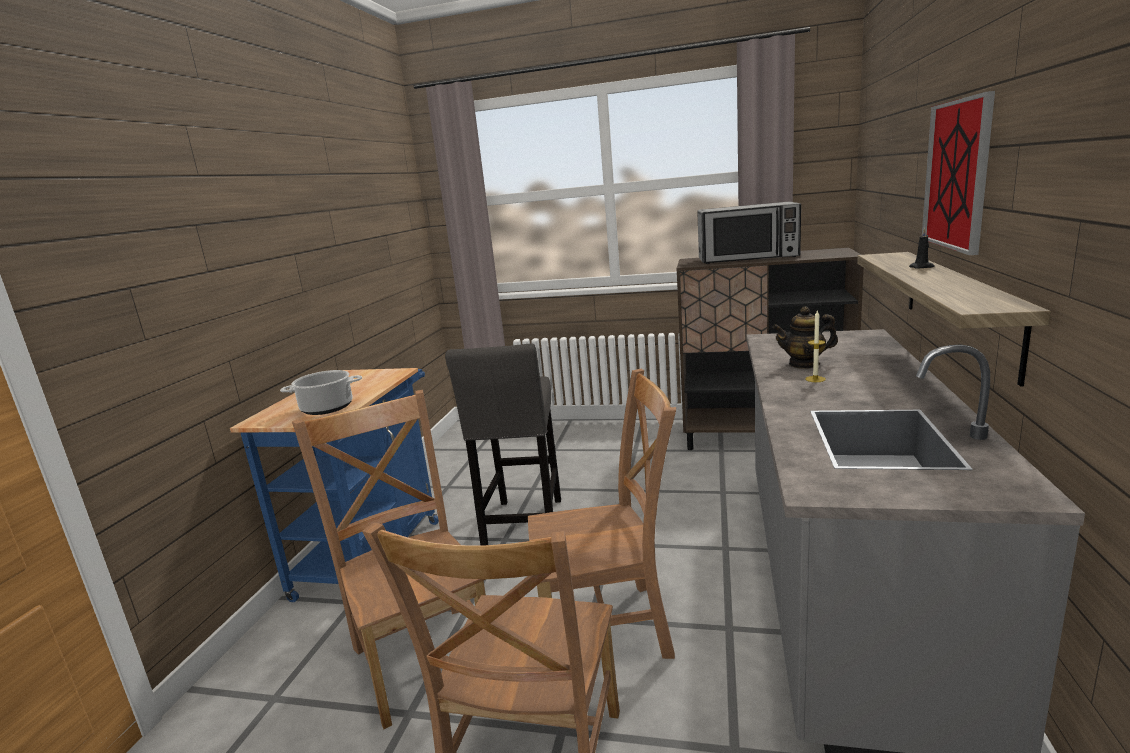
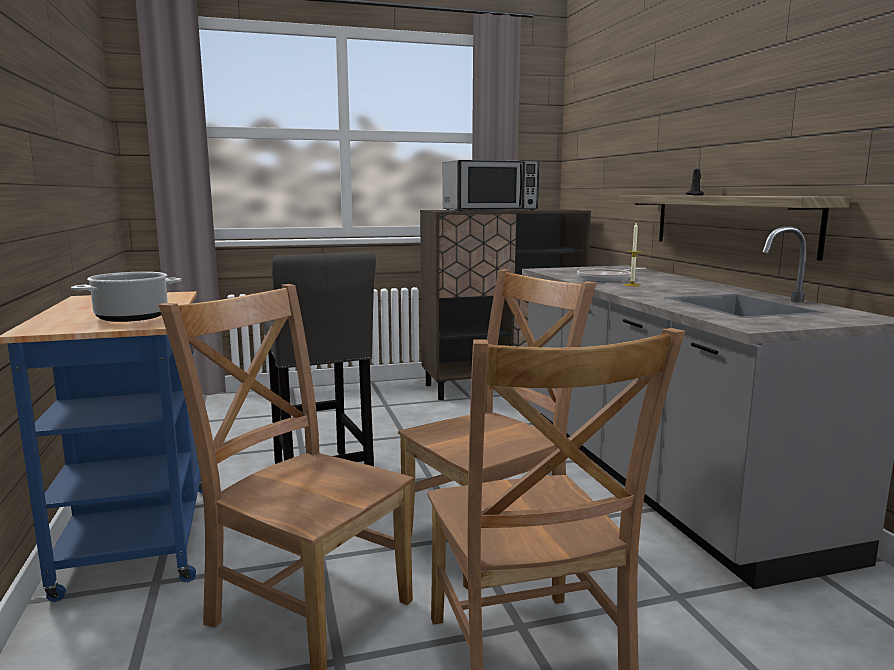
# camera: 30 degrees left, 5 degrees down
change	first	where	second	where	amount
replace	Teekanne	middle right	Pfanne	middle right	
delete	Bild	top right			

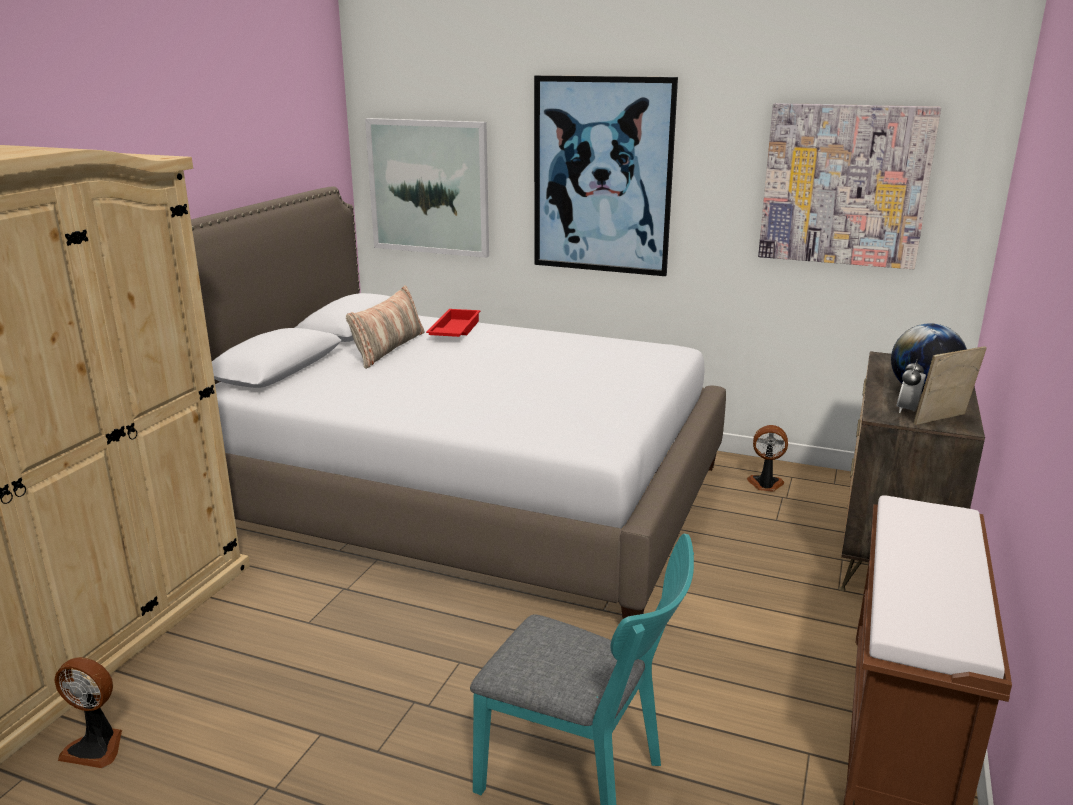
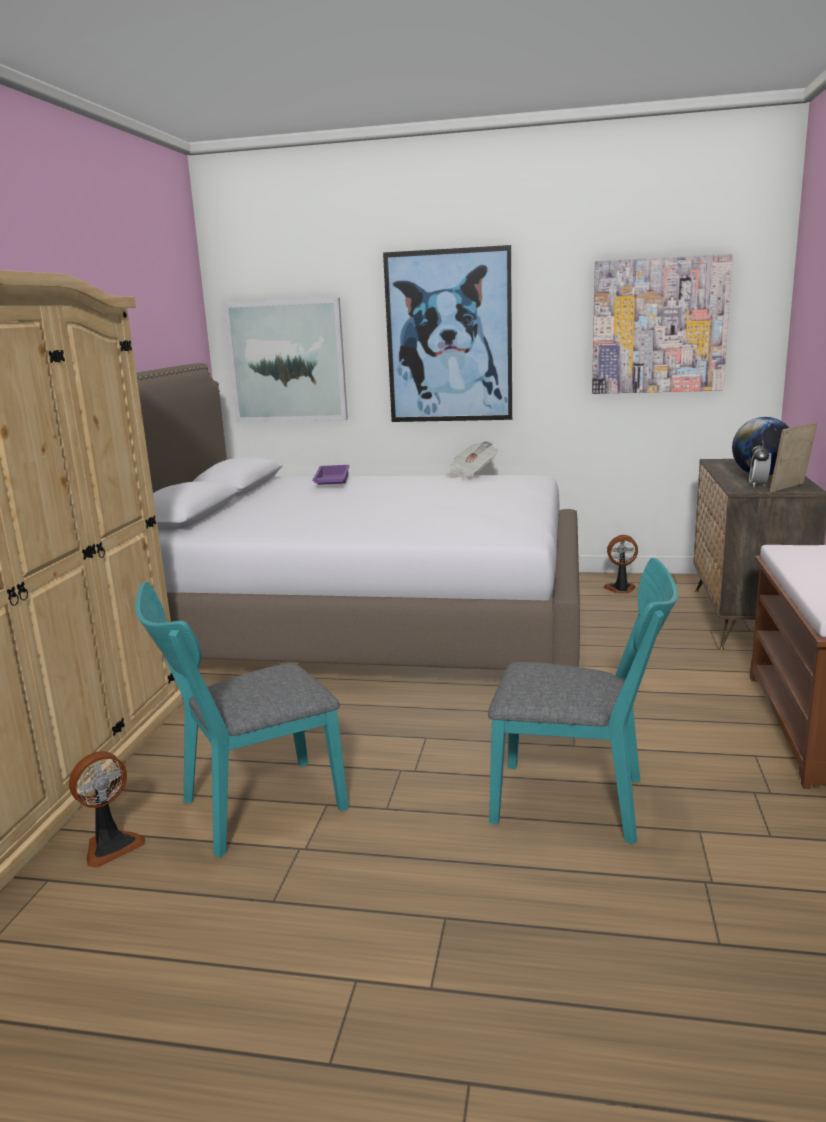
# camera: 10 degrees left, 5 degrees down
change	first	where	second	where	amount
rotate	Ventilator (1st from left)	bottom left		bottom left	45 degrees counterclockwise
insert			Stuhl (türkis) (1st from left)	middle left	
recolor	Tablett (rot)	centre	Tablett (lila)	centre	
insert			Zeitung	centre	
delete	Kissen	centre			

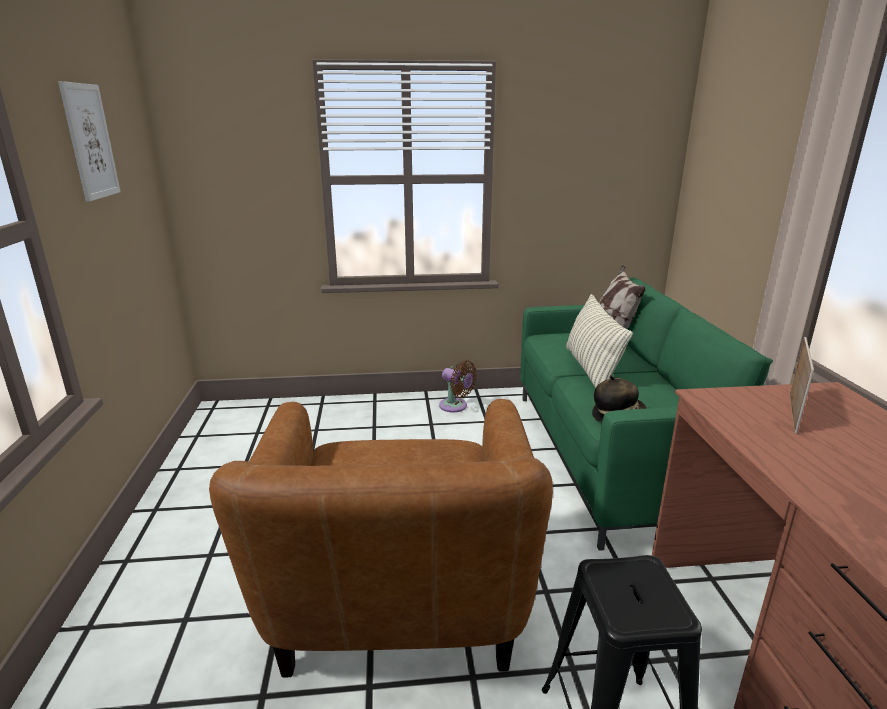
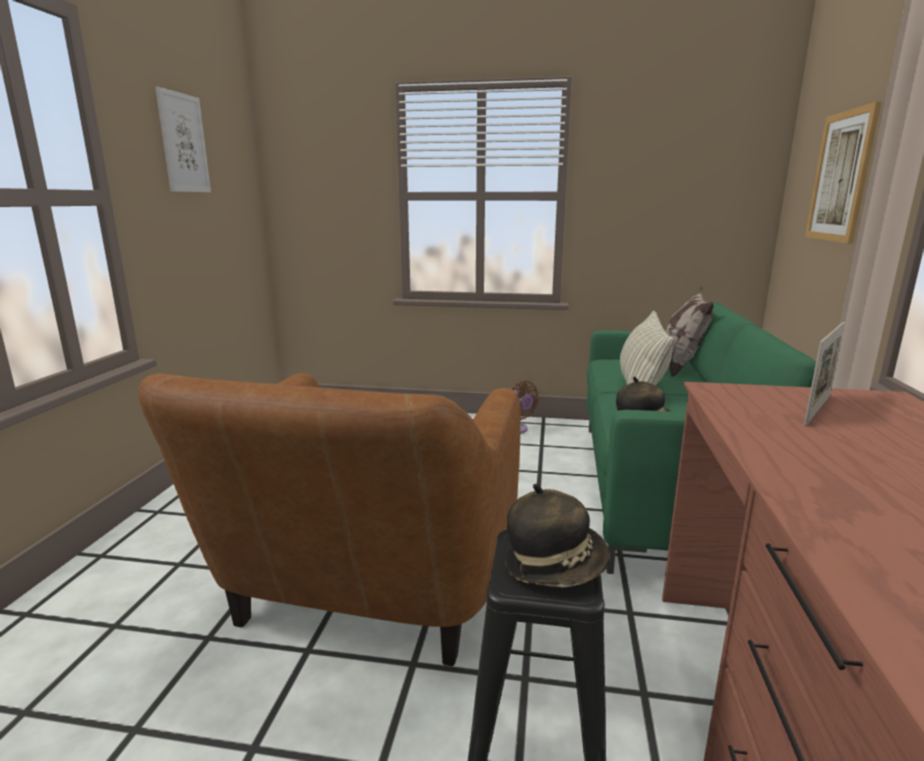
# camera: 15 degrees right, 5 degrees down
change	first	where	second	where	amount
insert			Hut (1st from left)	bottom centre	
insert			Bild (2nd from left)	top right	

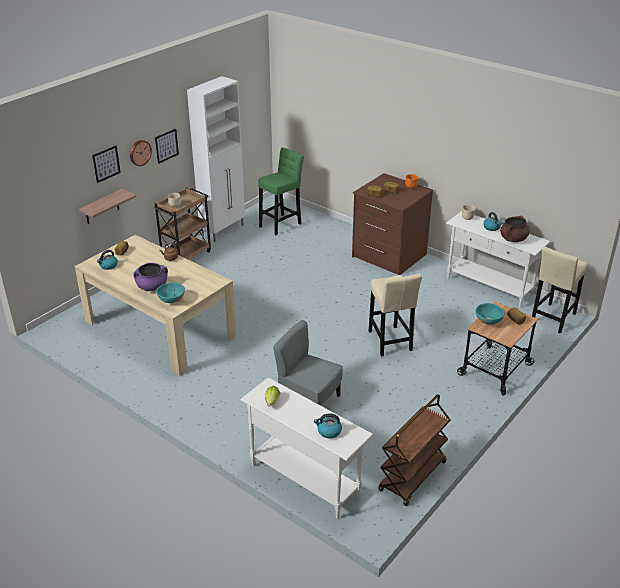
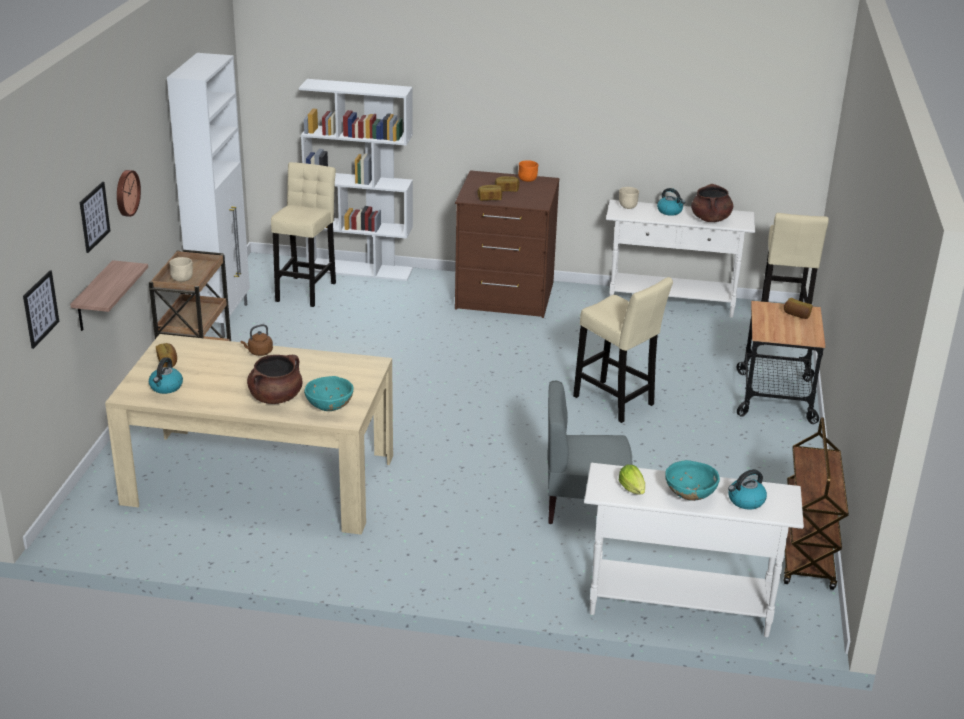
# camera: 30 degrees left, 5 degrees down
change	first	where	second	where	amount
move	Bild (2nd from left in the first image)	top left	Bild (1st from left)	middle left	
recolor	Kochtopf (lila)	middle left	Kochtopf (braun) (1st from left)	middle left	
recolor	Hocker (grün)	top centre	Hocker (beige) (1st from left)	top left	
insert			Bücherregal (weiß)	top centre	
move	Schüssel (türkis) (2nd from left)	middle right		bottom right	

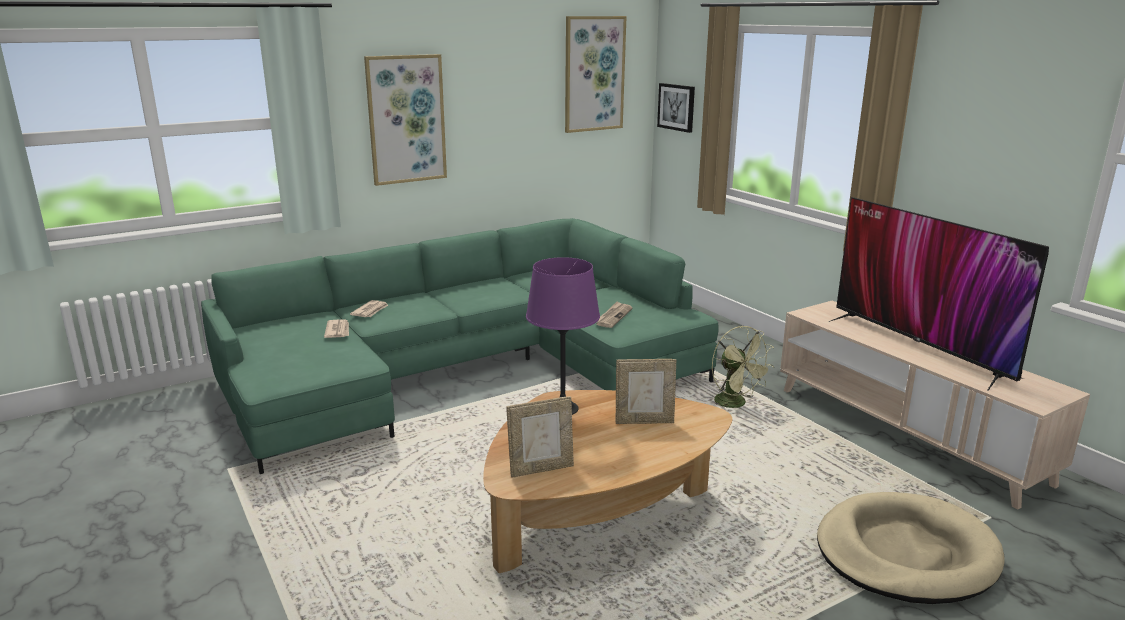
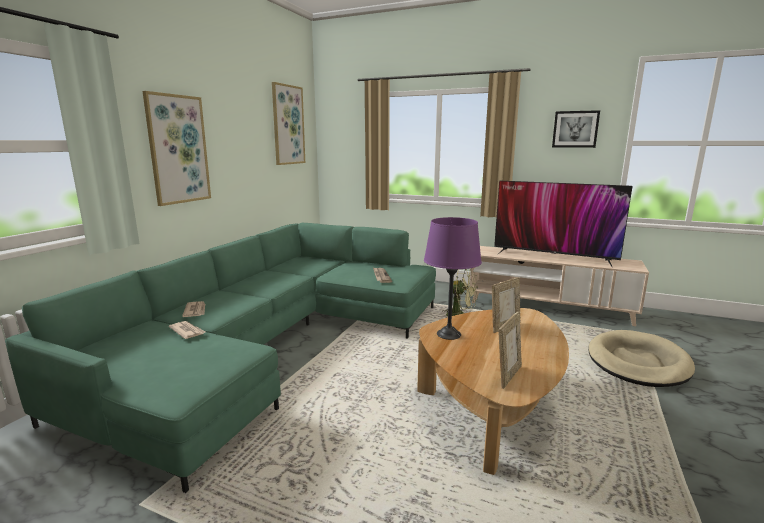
# camera: 35 degrees left, 5 degrees down
change	first	where	second	where	amount
move	Bild (3rd from left)	top centre		top right	

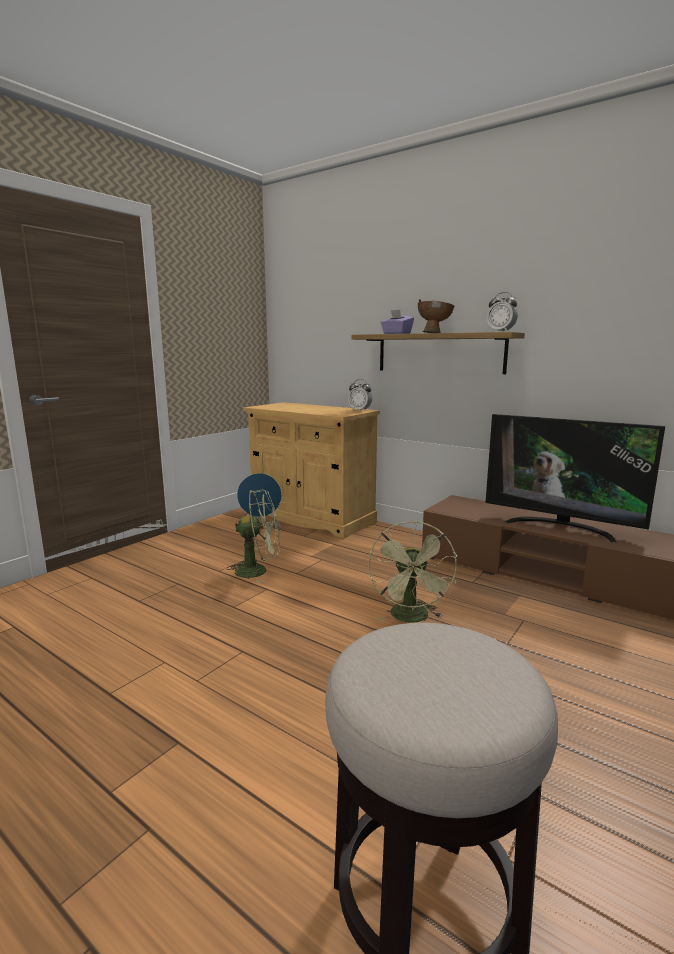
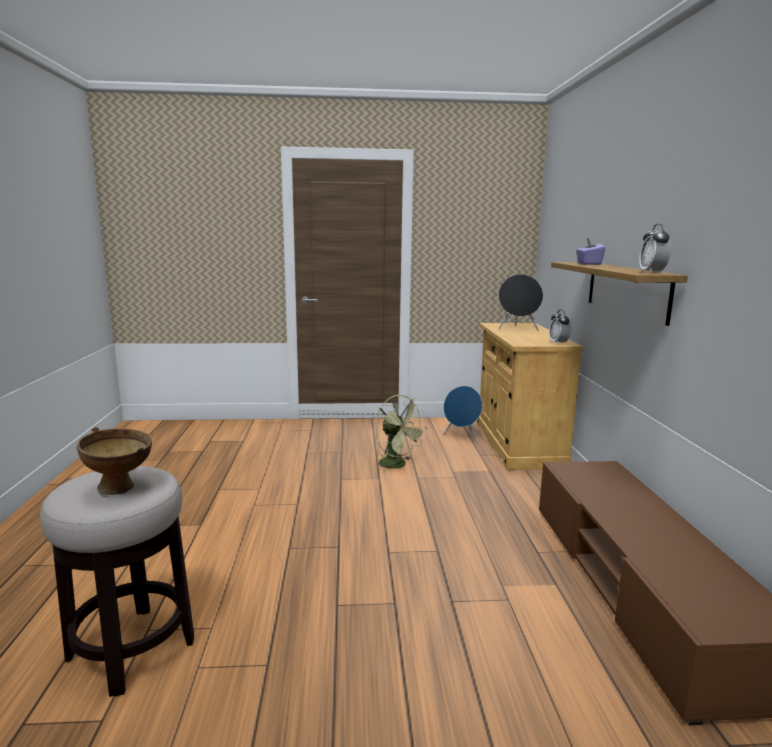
# camera: 50 degrees right, 0 degrees up
change	first	where	second	where	amount
move	Schüssel (braun)	top centre		middle left	
insert			Lautsprecher (schwarz)	middle right	
delete	Ventilator (grün) (2nd from left)	centre			
delete	Fernseher	middle right			

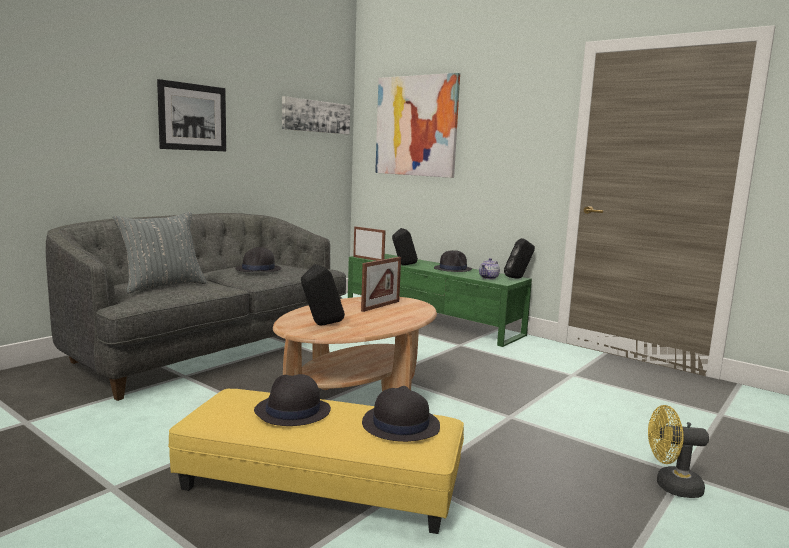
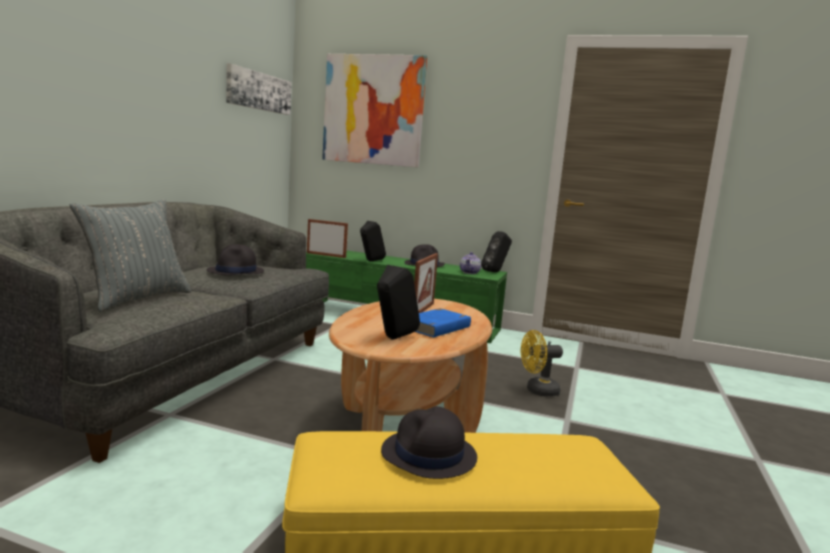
# camera: 20 degrees left, 0 degrees up
change	first	where	second	where	amount
insert			Buch (blau)	centre	
move	Ventilator (gelb)	bottom right		centre	
delete	Bild (1st from left)	top left			
delete	Hut (schwarz) (3rd from left)	bottom centre			

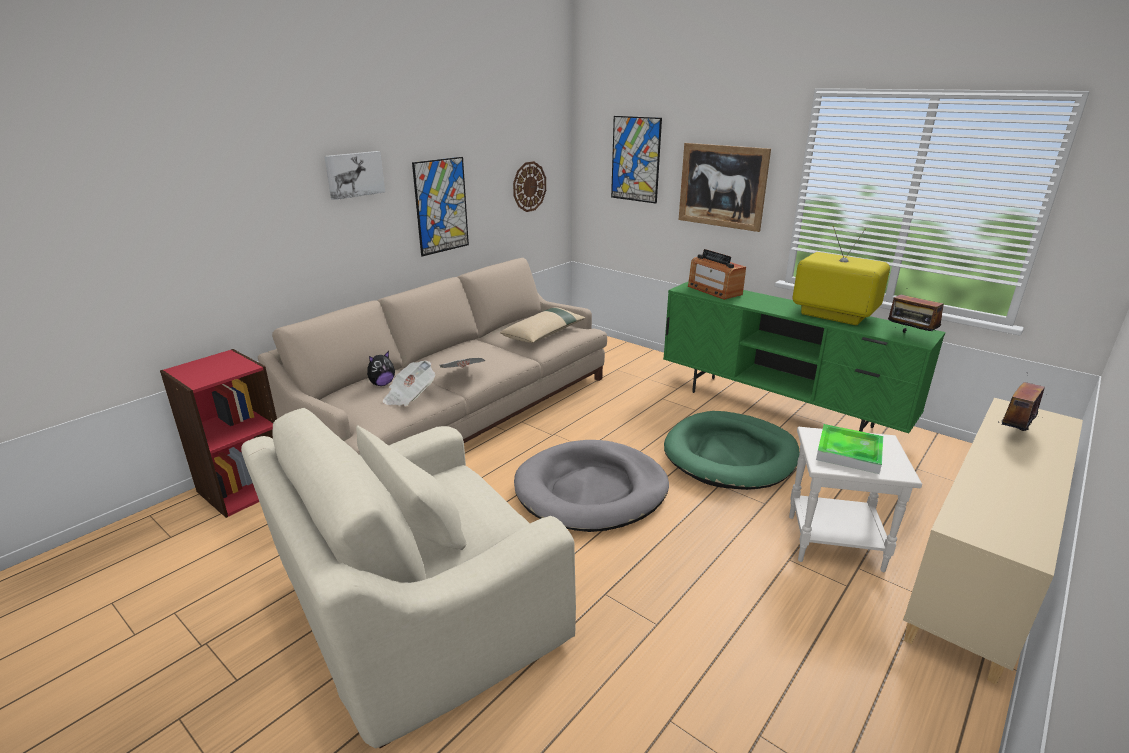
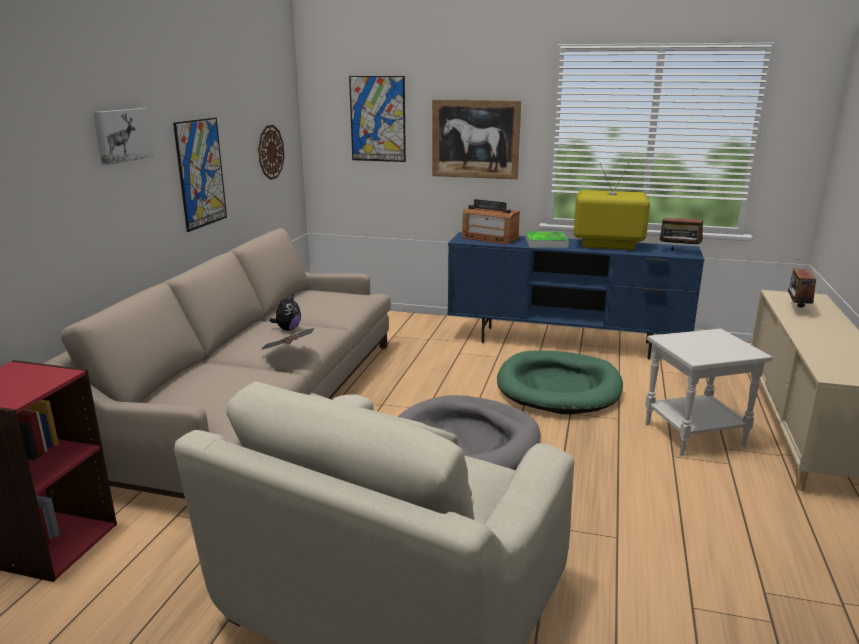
# camera: 25 degrees left, 5 degrees down
change	first	where	second	where	amount
move	Plüschtier	centre		middle left	
recolor	Fernsehschrank (grün)	middle right	Fernsehschrank (blau)	middle right	
move	Tablett	middle right		centre	
delete	Zeitung (1st from left)	centre			
delete	Kissen (beige)	centre			

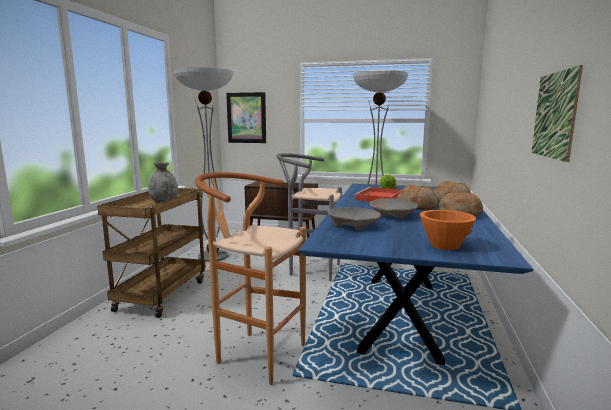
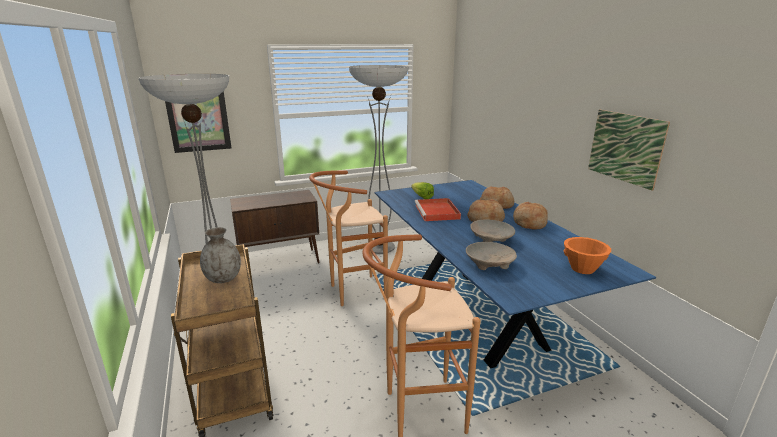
# camera: 35 degrees left, 10 degrees up
change	first	where	second	where	amount
recolor	Hocker (grau)	centre	Hocker (braun) (1st from left)	centre	

